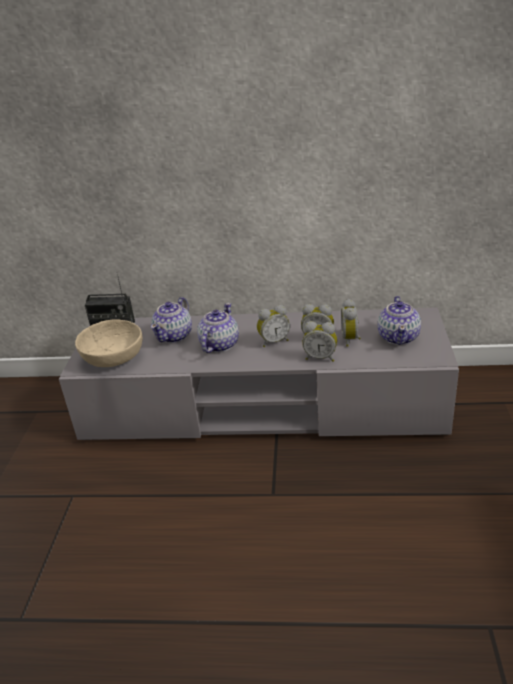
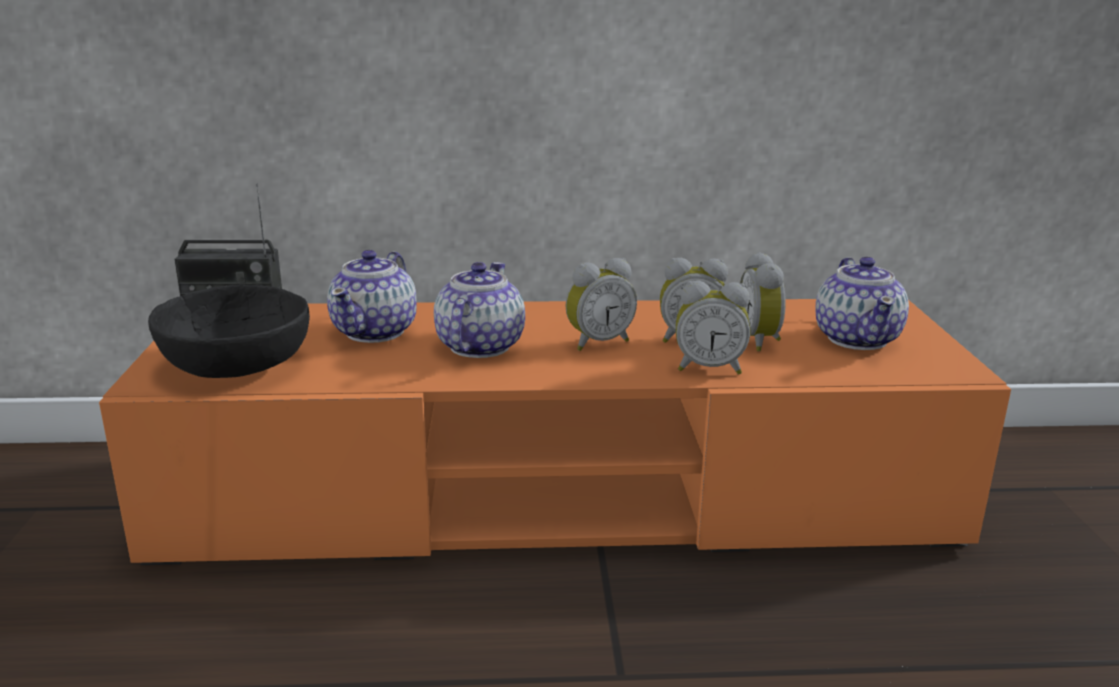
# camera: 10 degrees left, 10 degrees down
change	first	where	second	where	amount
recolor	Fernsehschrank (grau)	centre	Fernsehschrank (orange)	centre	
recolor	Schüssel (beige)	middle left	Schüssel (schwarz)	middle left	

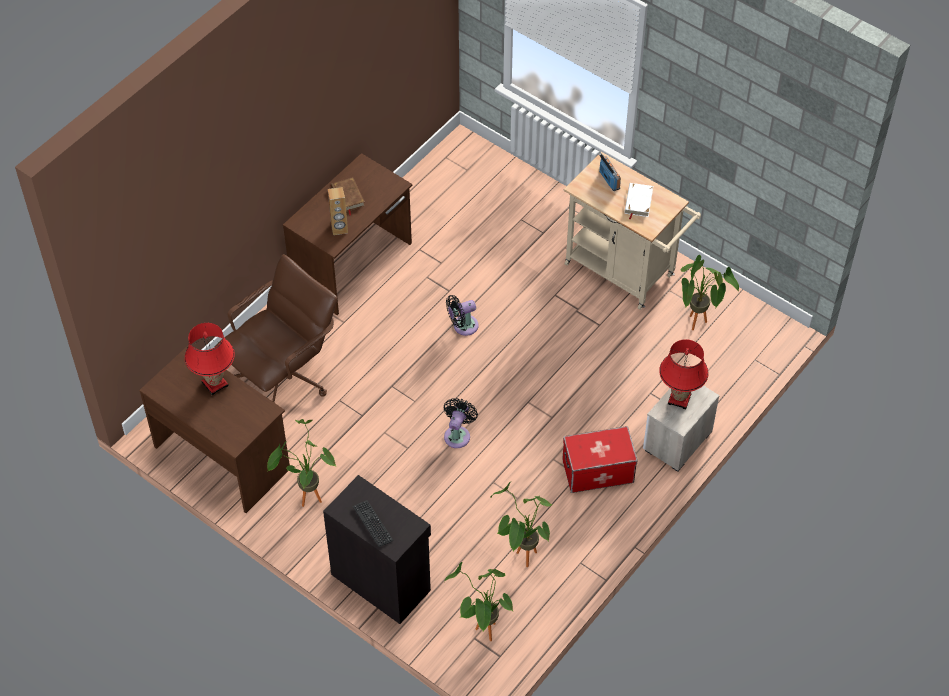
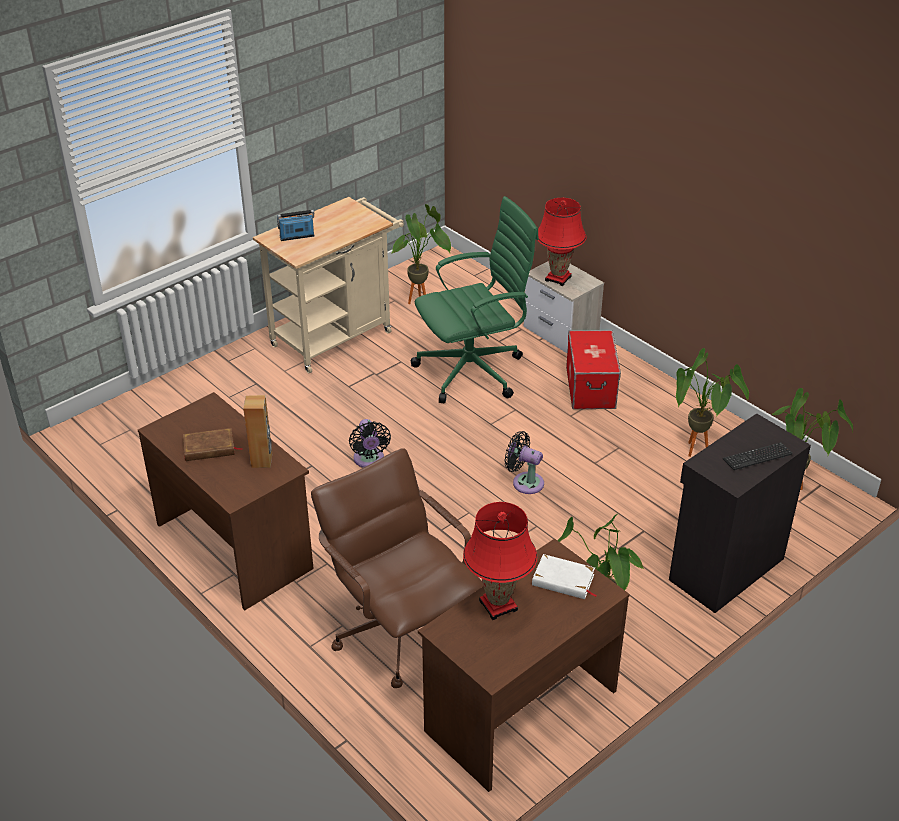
# camera: 80 degrees left, 15 degrees down
change	first	where	second	where	amount
insert			Bürostuhl (grün)	centre	
move	Buch (weiß)	top right		bottom centre	

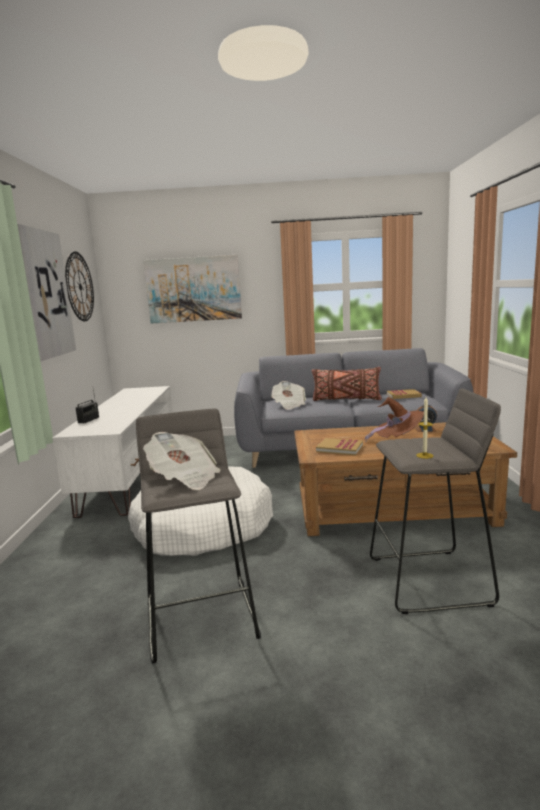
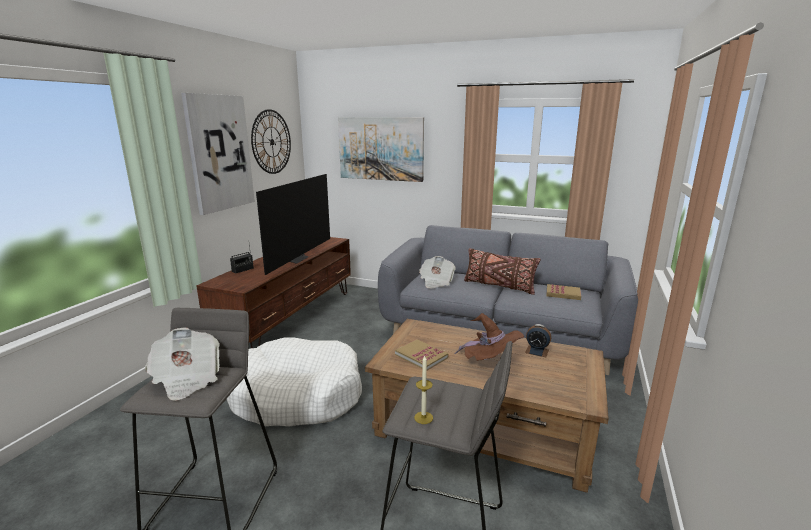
# camera: 20 degrees right, 5 degrees up
change	first	where	second	where	amount
recolor	Fernsehschrank (weiß)	middle left	Fernsehschrank (braun)	centre	
insert			Fernseher	centre	

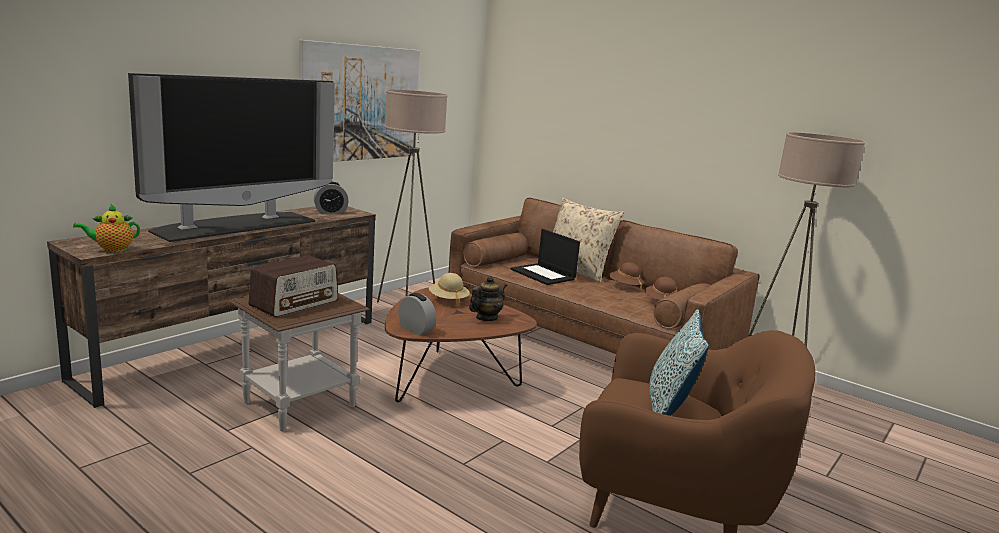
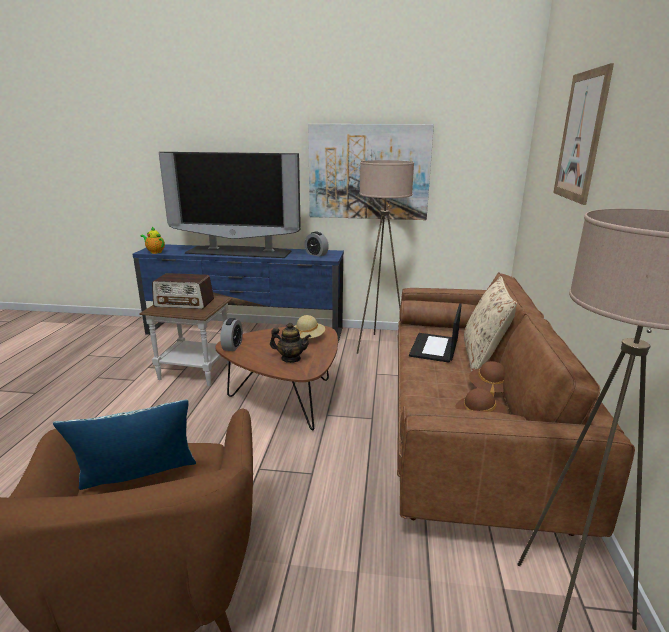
# camera: 60 degrees right, 5 degrees up
change	first	where	second	where	amount
recolor	Fernsehschrank (braun)	middle left	Fernsehschrank (blau)	centre	
insert			Bild (2nd from left)	top right	

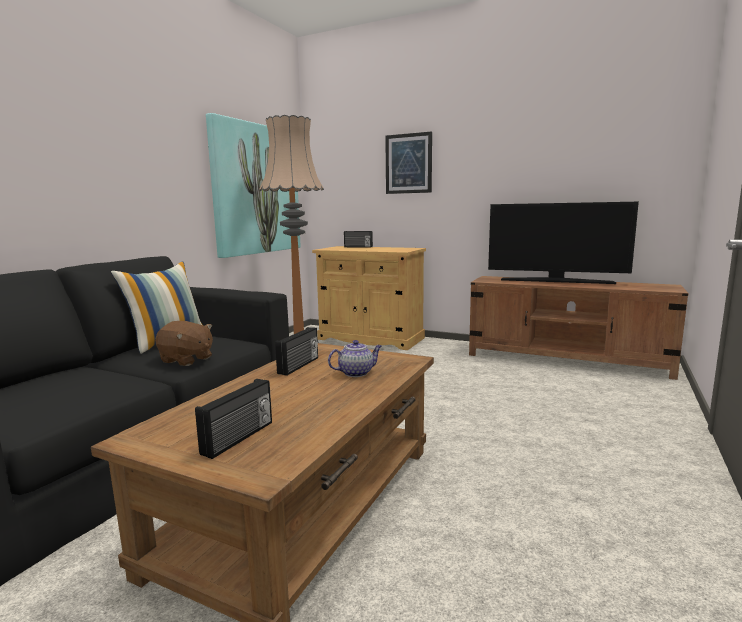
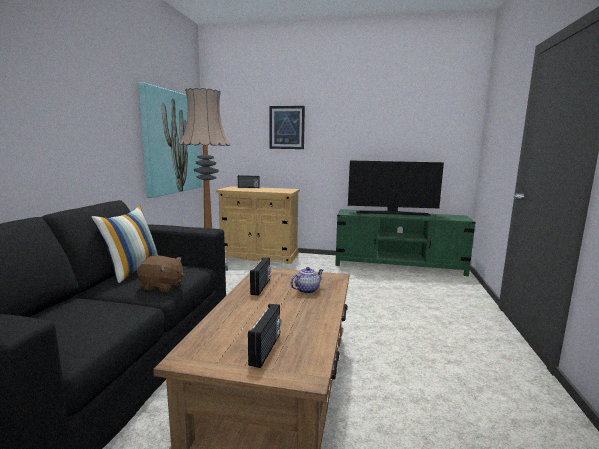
# camera: 15 degrees left, 0 degrees up
change	first	where	second	where	amount
recolor	Fernsehschrank (braun)	middle right	Fernsehschrank (grün)	middle right	

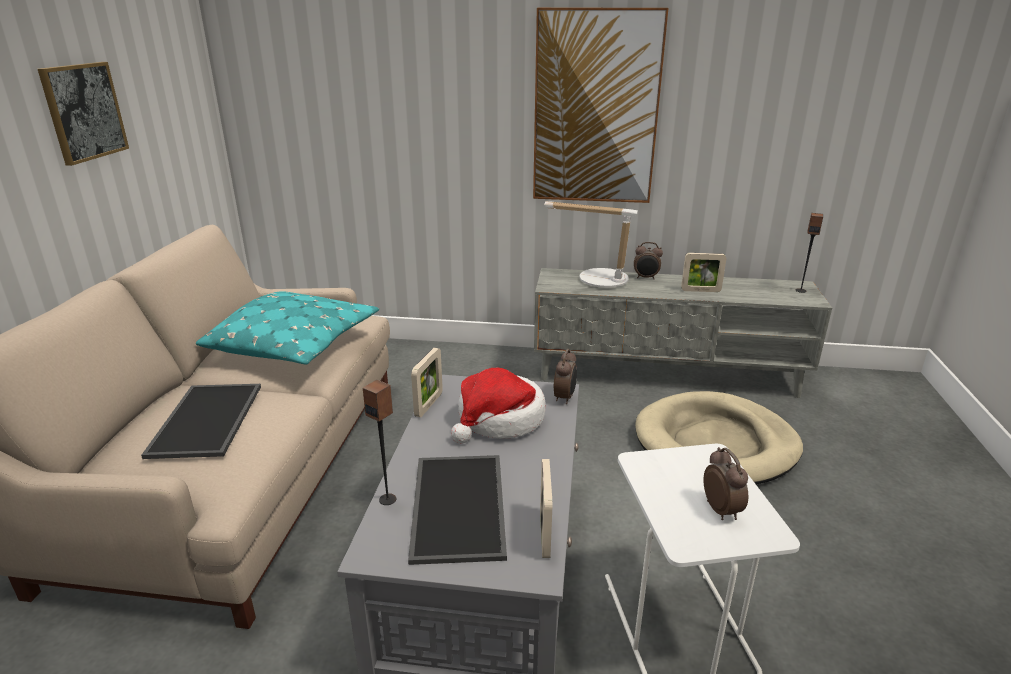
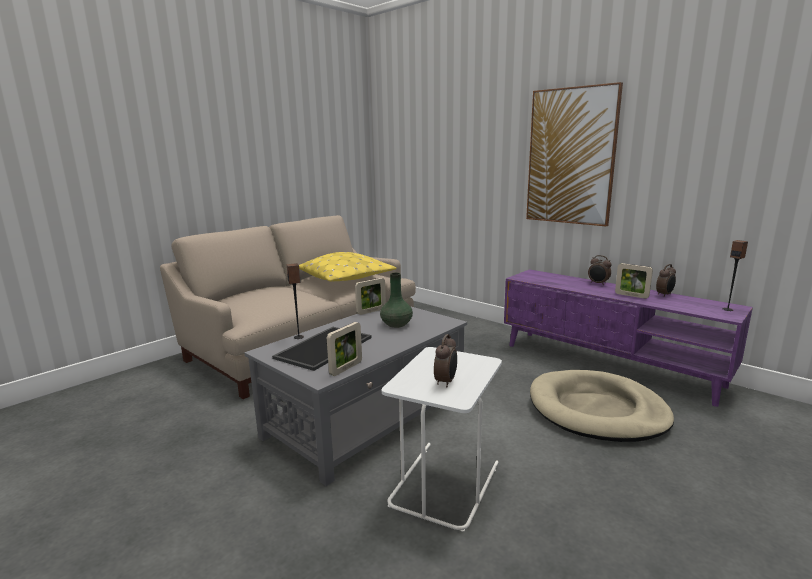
# camera: 35 degrees right, 10 degrees down
change	first	where	second	where	amount
recolor	Kissen (türkis)	middle left	Kissen (gelb)	centre	
replace	Hut	centre	Vase (grün)	centre	
recolor	Fernsehschrank (grau)	middle right	Fernsehschrank (lila)	middle right	
move	Wecker (1st from left in the first image)	centre	Wecker (3rd from left)	middle right	
delete	Bild (1st from left)	top left			
delete	Tablett (1st from left)	middle left			
delete	Tischlampe	centre			

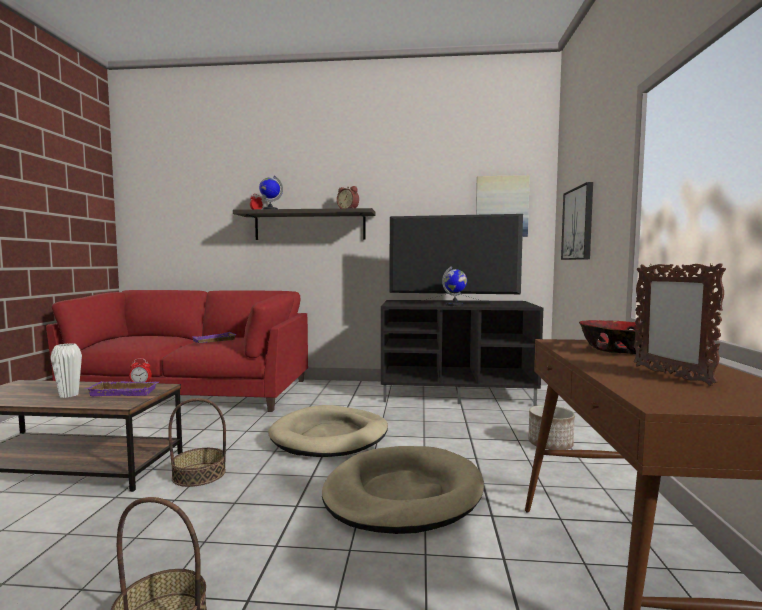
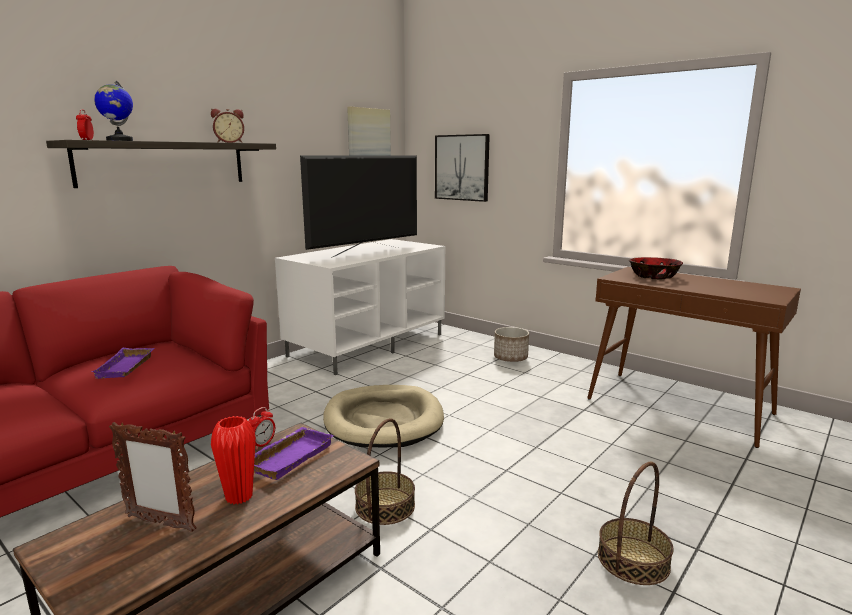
# camera: 55 degrees left, 10 degrees up
change	first	where	second	where	amount
move	Bilderrahmen	middle right		bottom left	
recolor	Vase (weiß)	middle left	Vase (rot)	bottom left	
recolor	Fernsehschrank (schwarz)	centre	Fernsehschrank (weiß)	centre	
delete	Hundebett (beige) (2nd from left)	bottom centre			
delete	Globus (2nd from left)	centre			

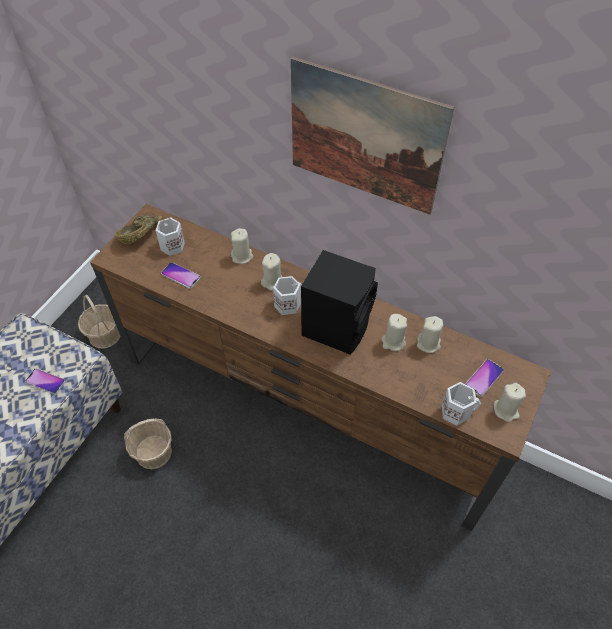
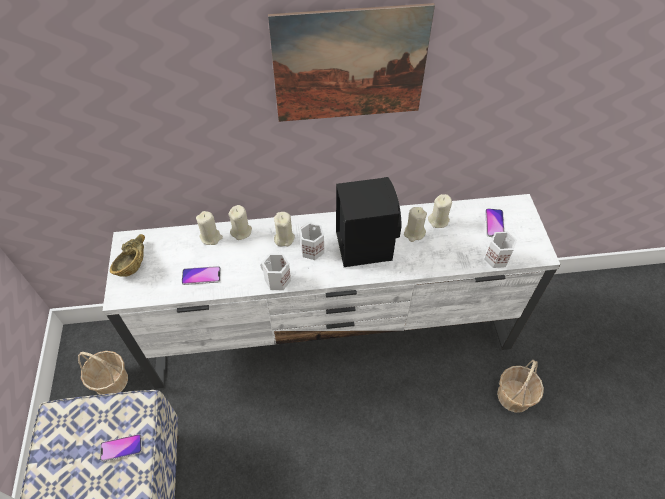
# camera: 35 degrees left, 0 degrees up
change	first	where	second	where	amount
recolor	Fernsehschrank (braun)	centre	Fernsehschrank (weiß)	centre	
move	Kerze (beige) (5th from left in the first image)	middle right	Kerze (beige) (1st from left)	middle left	
move	Henkelbecher (weiß) (1st from left)	middle left		centre	
move	Korb (2nd from left)	bottom left		bottom right	

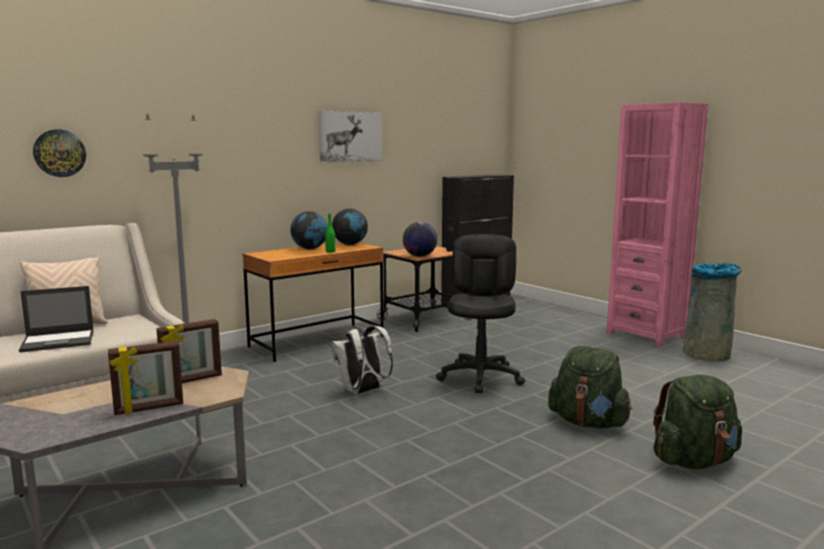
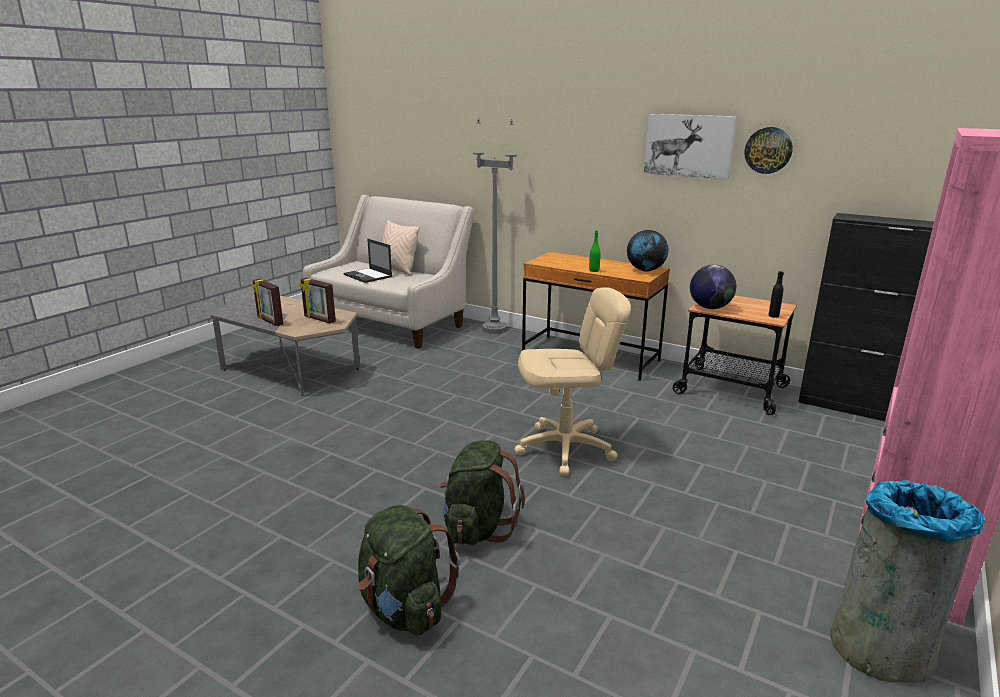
# camera: 70 degrees right, 10 degrees up
change	first	where	second	where	amount
recolor	Bürostuhl (schwarz)	centre	Bürostuhl (beige)	centre	
move	Wanduhr	top left		top right	
delete	Globus (1st from left)	centre			
delete	Rucksack (weiß)	centre			

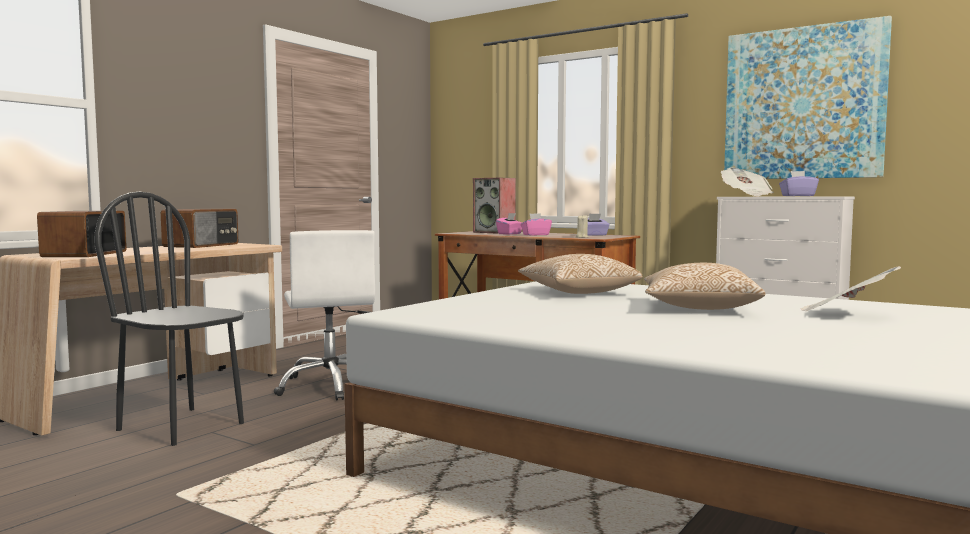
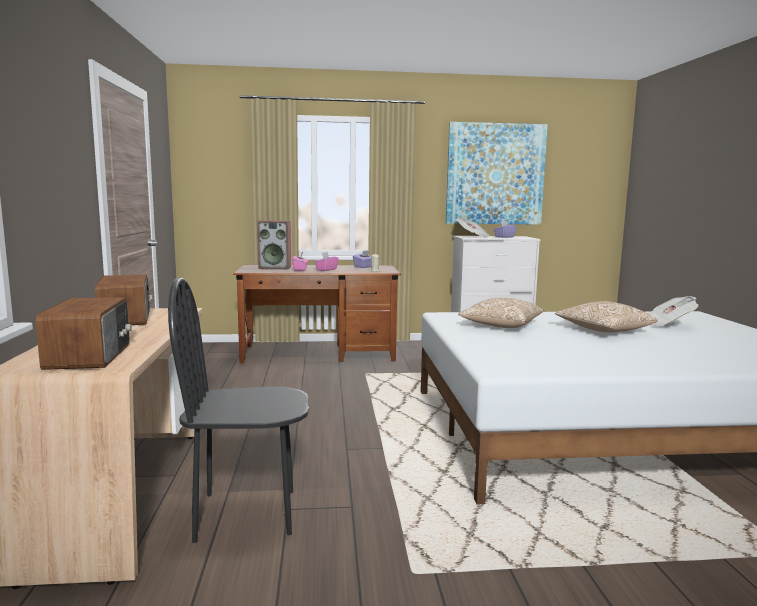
# camera: 40 degrees left, 5 degrees up
change	first	where	second	where	amount
rotate	Radio (1st from left)	middle left		middle left	150 degrees counterclockwise
delete	Bürostuhl (weiß)	centre			

